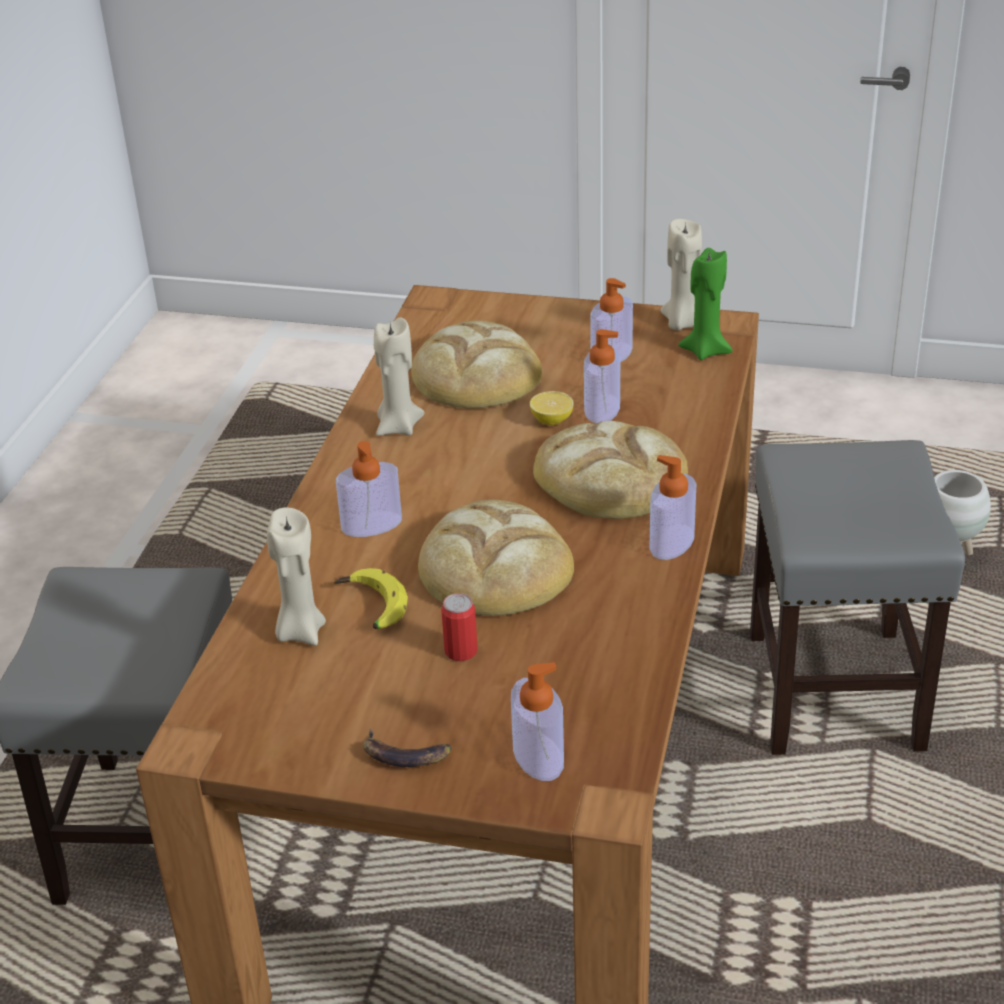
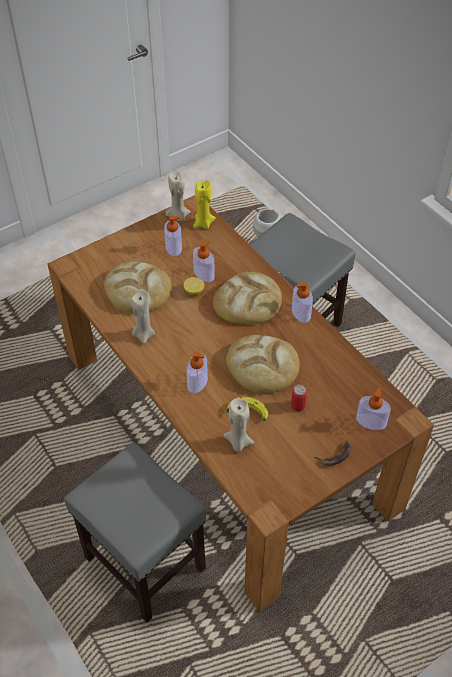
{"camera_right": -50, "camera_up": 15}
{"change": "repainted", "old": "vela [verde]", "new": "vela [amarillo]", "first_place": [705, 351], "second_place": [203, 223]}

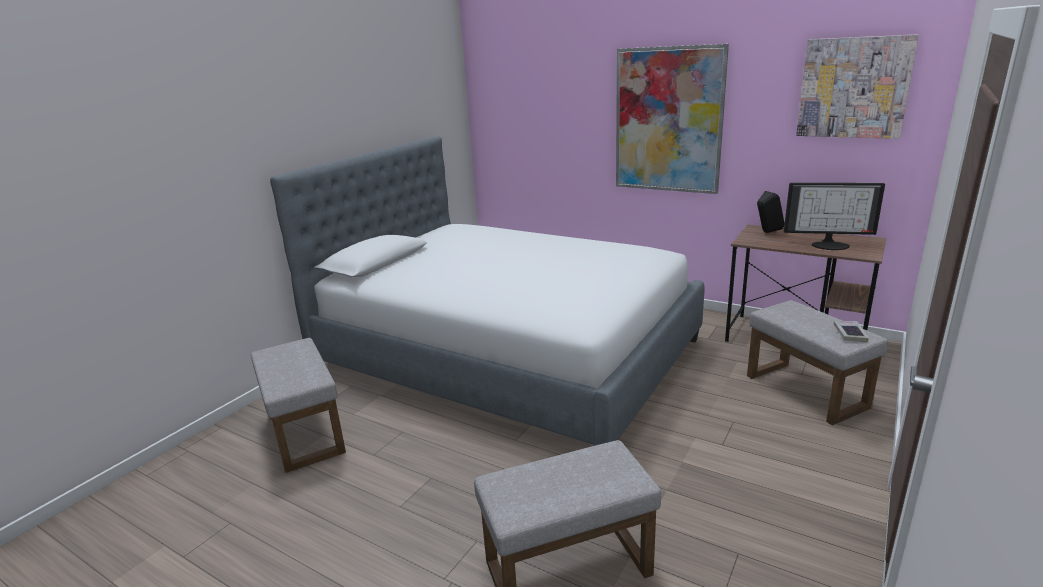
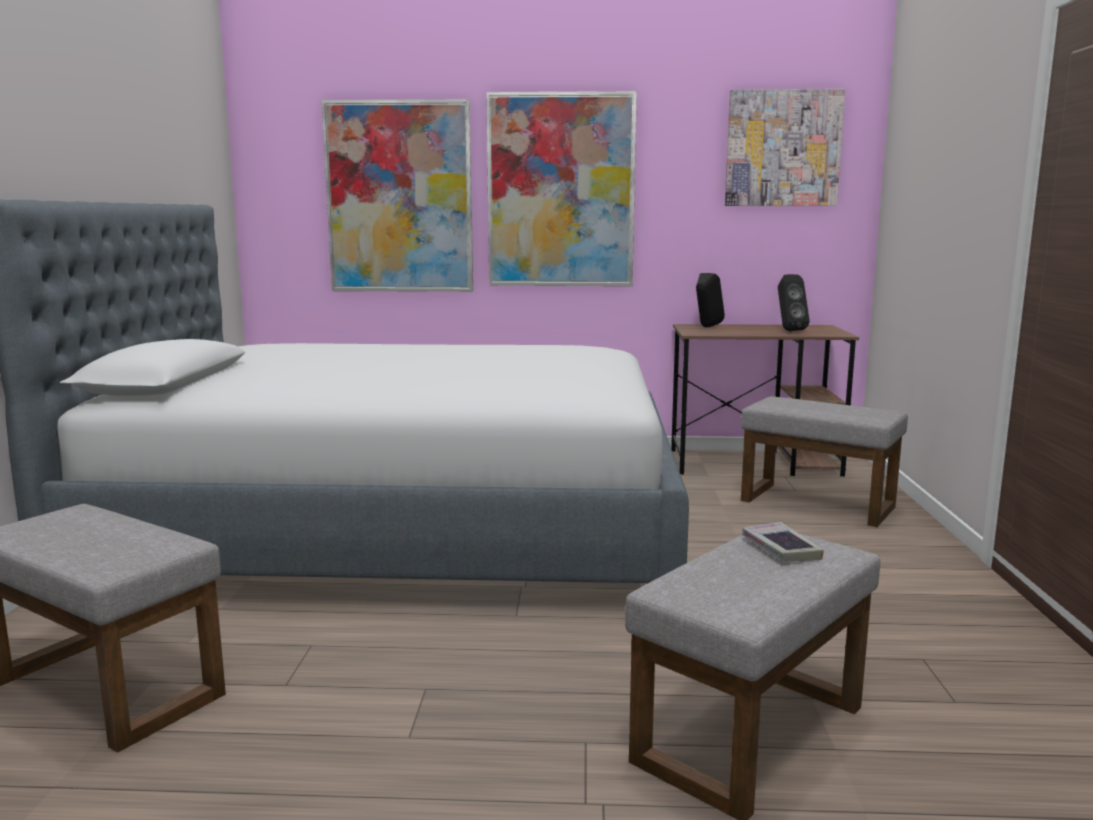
{"camera_right": -30, "camera_up": -10}
{"change": "swapped", "old": "monitor", "new": "altavoz [negro]", "first_place": [830, 244], "second_place": [788, 330]}
{"change": "shifted", "old": "libro", "first_place": [849, 334], "second_place": [780, 549]}
{"change": "new", "new": "cuadro", "second_place": [399, 198]}

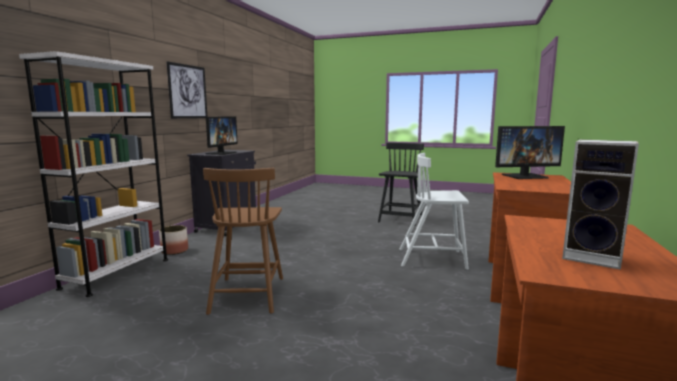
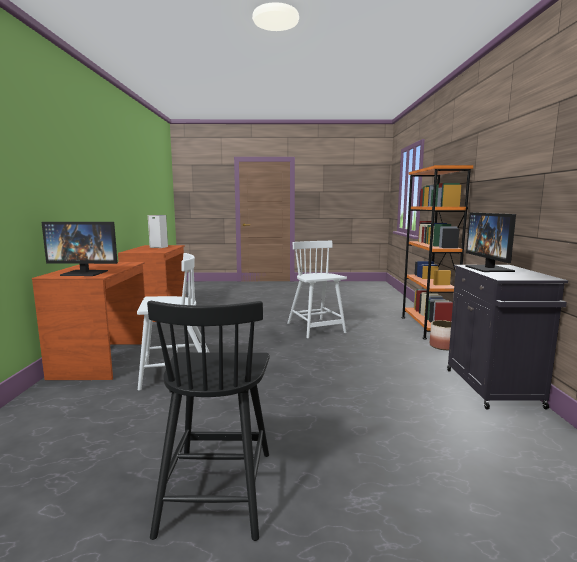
{"camera_right": 160, "camera_up": 0}
{"change": "repainted", "old": "estantería [blanco]", "new": "estantería [naranja]", "first_place": [117, 273], "second_place": [427, 327]}
{"change": "gone", "old": "cuadro", "first_place": [188, 91]}
{"change": "repainted", "old": "silla [marrón]", "new": "silla [blanco]", "first_place": [247, 294], "second_place": [316, 328]}
{"change": "rotated", "old": "monitor", "first_place": [525, 176], "second_place": [85, 273], "degrees": -150}

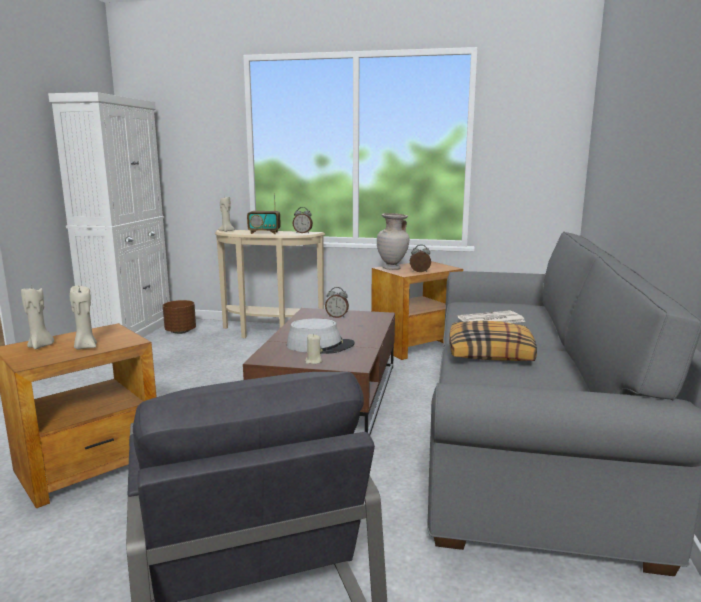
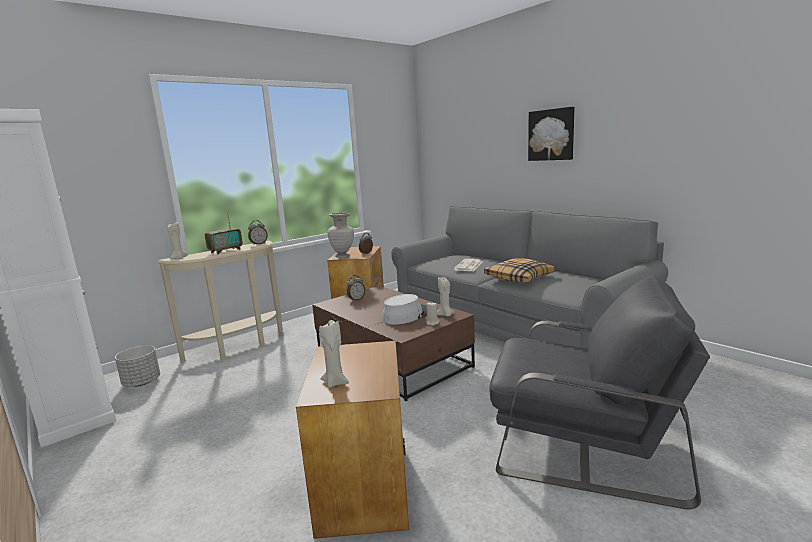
{"camera_right": -50, "camera_up": 0}
{"change": "shifted", "old": "vela [beis]", "first_place": [85, 347], "second_place": [445, 315]}
{"change": "repainted", "old": "maceta [marrón]", "new": "maceta [gris]", "first_place": [180, 331], "second_place": [141, 382]}
{"change": "new", "new": "cuadro", "second_place": [551, 135]}

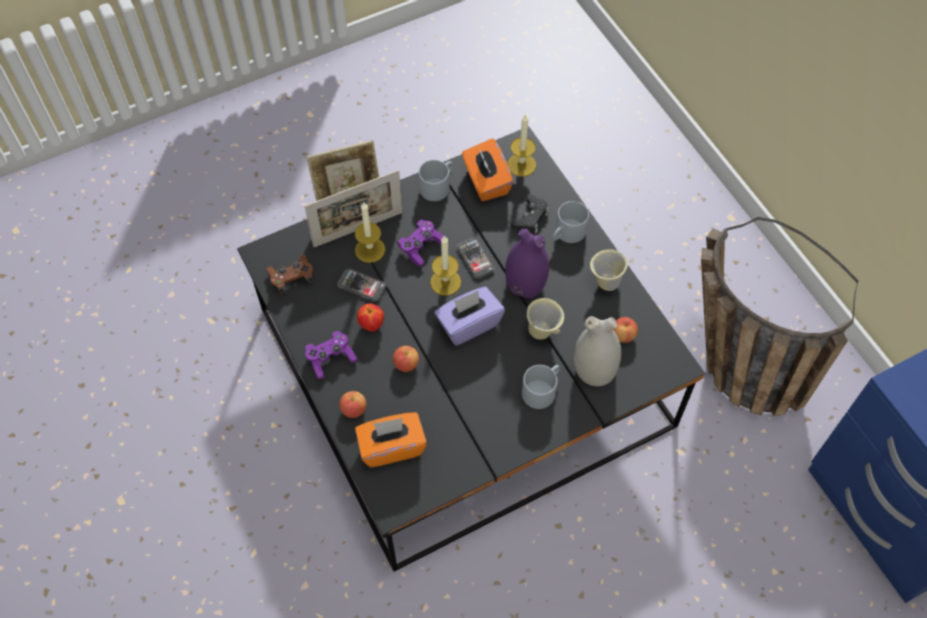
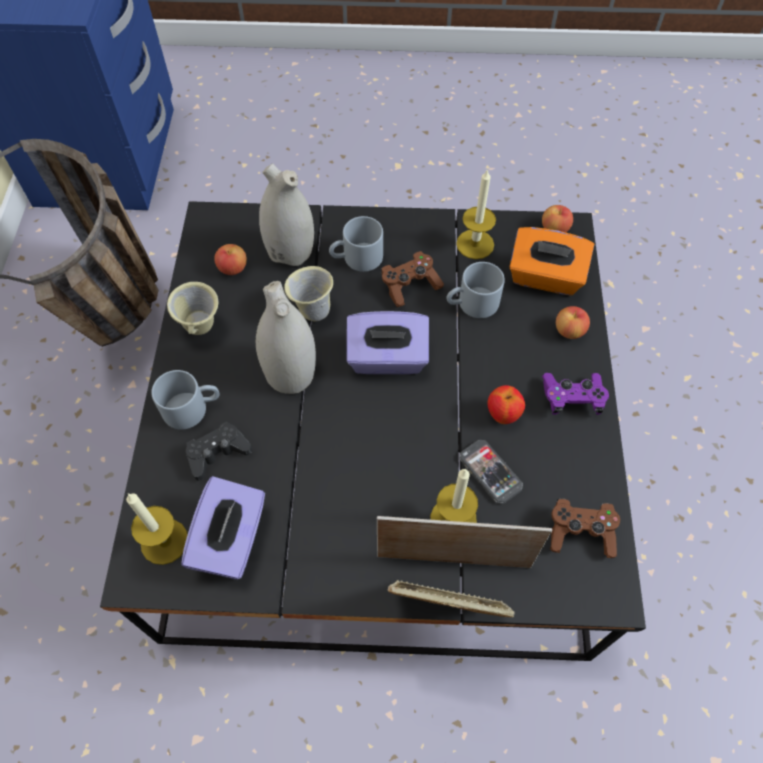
{"camera_right": -150, "camera_up": 0}
{"change": "shifted", "old": "manzana", "first_place": [406, 364], "second_place": [554, 229]}
{"change": "gone", "old": "mando de consola [morado]", "first_place": [421, 247]}
{"change": "shifted", "old": "taza grande [gris]", "first_place": [437, 185], "second_place": [472, 304]}
{"change": "shifted", "old": "vela", "first_place": [445, 282], "second_place": [475, 244]}
{"change": "gone", "old": "móvil", "first_place": [475, 258]}
{"change": "repainted", "old": "caja de pañuelos [naranja]", "new": "caja de pañuelos [morado]", "first_place": [486, 182], "second_place": [232, 540]}
{"change": "repainted", "old": "florero [morado]", "new": "florero [blanco]", "first_place": [525, 284], "second_place": [290, 371]}
{"change": "new", "new": "mando de consola [marrón]", "second_place": [410, 285]}

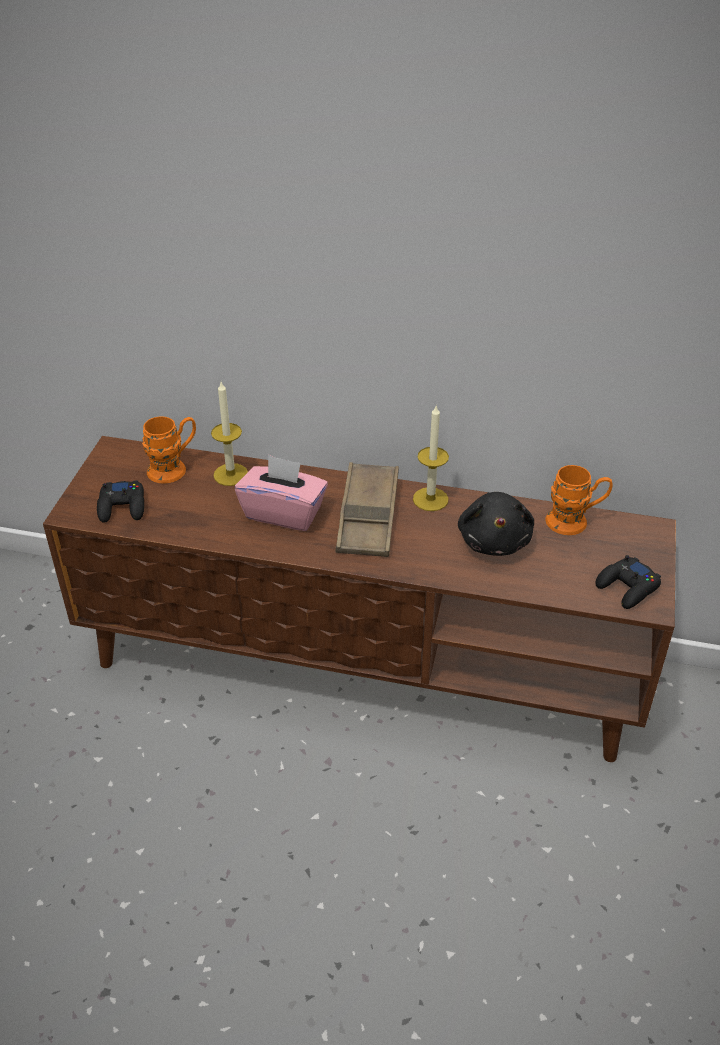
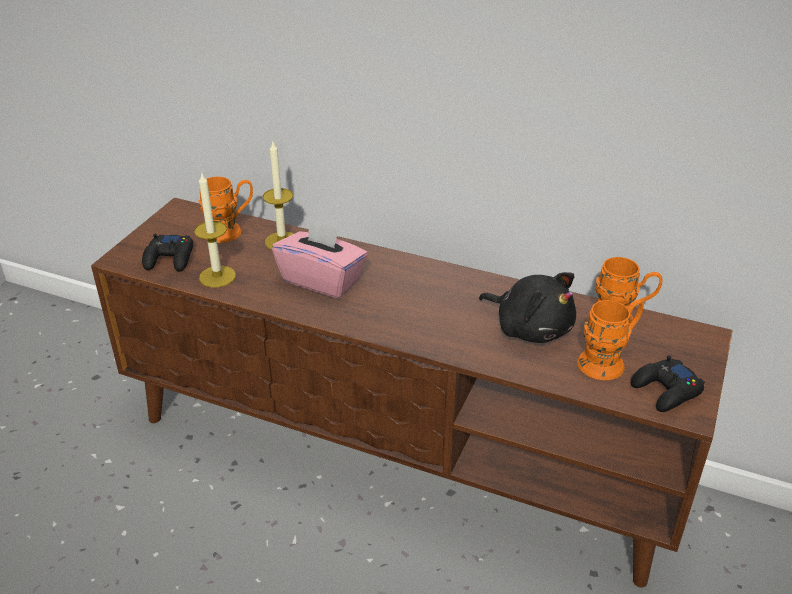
{"camera_right": 10, "camera_up": -5}
{"change": "gone", "old": "bandeja [marrón]", "first_place": [368, 516]}
{"change": "shifted", "old": "vela", "first_place": [430, 499], "second_place": [217, 276]}
{"change": "rotated", "old": "peluche [negro]", "first_place": [494, 540], "second_place": [530, 328], "degrees": -60}
{"change": "new", "new": "taza grande [naranja]", "second_place": [608, 361]}

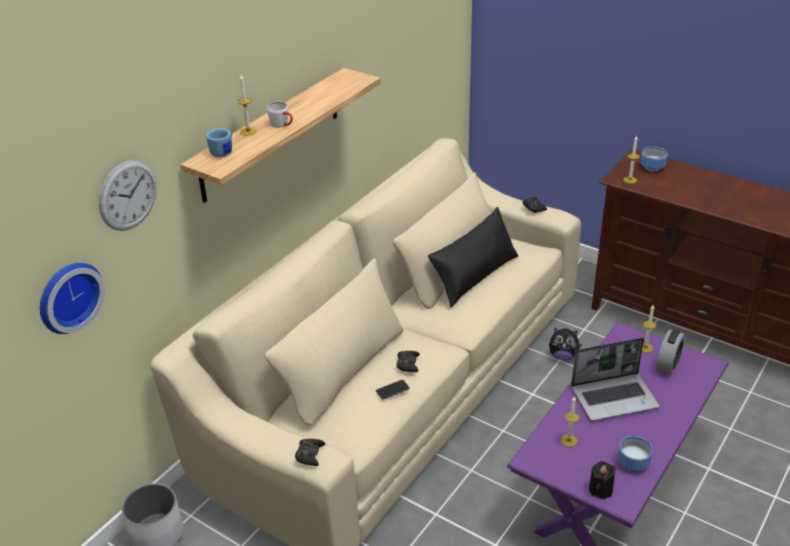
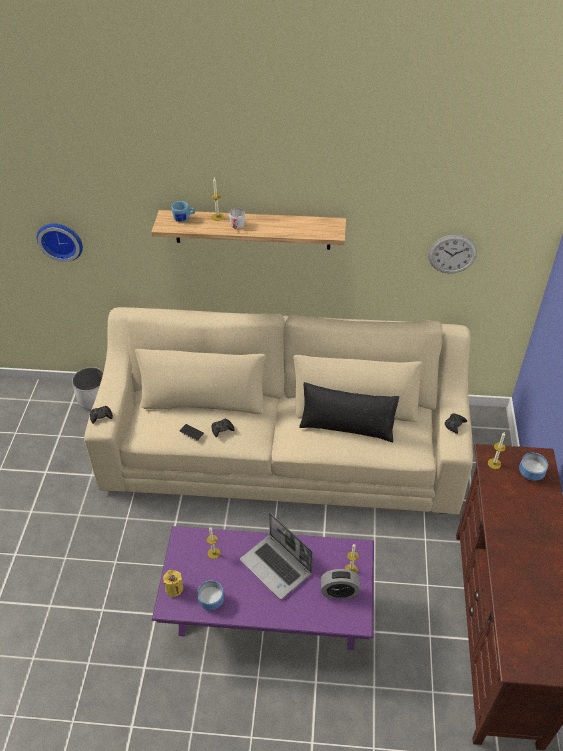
{"camera_right": 60, "camera_up": 10}
{"change": "shifted", "old": "reloj de pared", "first_place": [128, 195], "second_place": [452, 254]}
{"change": "gone", "old": "peluche", "first_place": [563, 356]}
{"change": "repainted", "old": "vela [negro]", "new": "vela [amarillo]", "first_place": [600, 490], "second_place": [174, 588]}

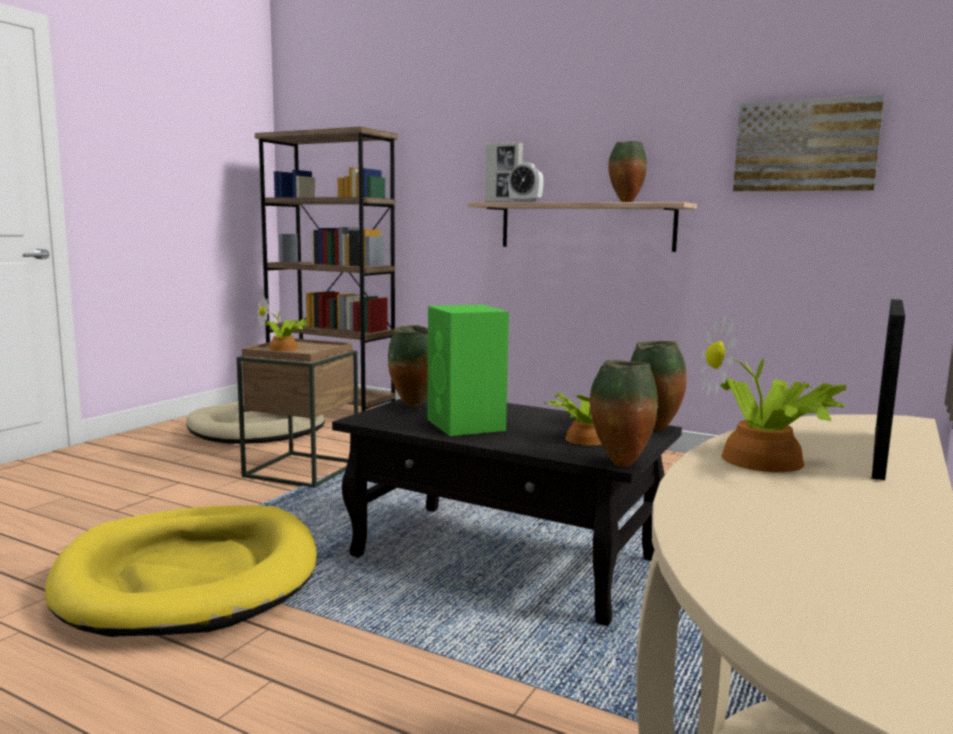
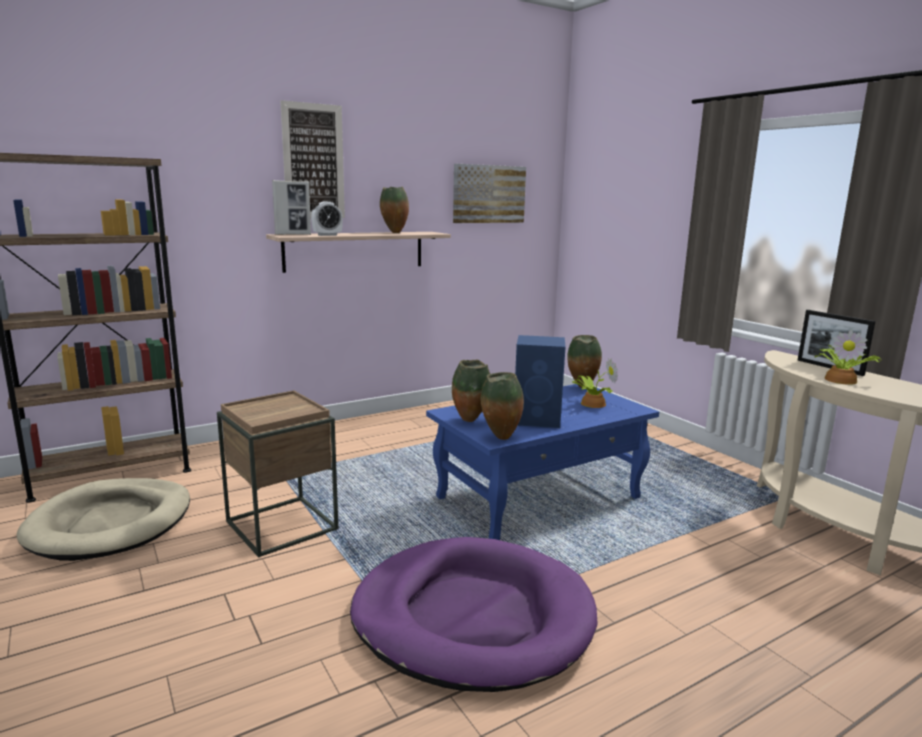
{"camera_right": -60, "camera_up": 5}
{"change": "repainted", "old": "cama para perro [amarillo]", "new": "cama para perro [morado]", "first_place": [190, 576], "second_place": [472, 617]}
{"change": "gone", "old": "planta en maceta", "first_place": [285, 349]}
{"change": "repainted", "old": "mesa de centro [negro]", "new": "mesa de centro [azul]", "first_place": [506, 558], "second_place": [540, 497]}
{"change": "repainted", "old": "altavoz [verde]", "new": "altavoz [azul]", "first_place": [466, 425], "second_place": [538, 419]}
{"change": "shifted", "old": "florero", "first_place": [619, 463], "second_place": [500, 438]}
{"change": "new", "new": "cuadro", "second_place": [313, 161]}

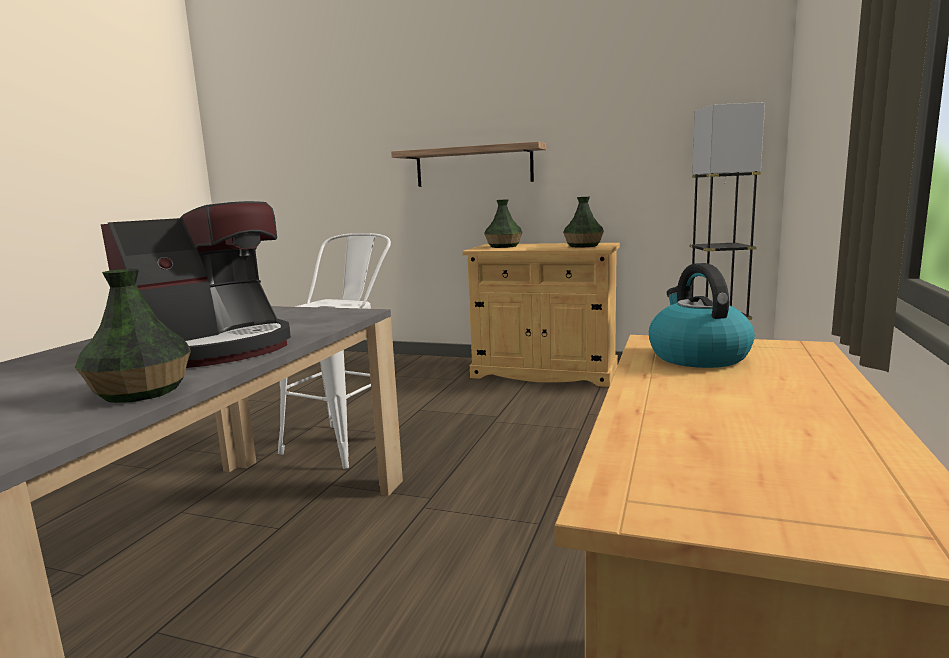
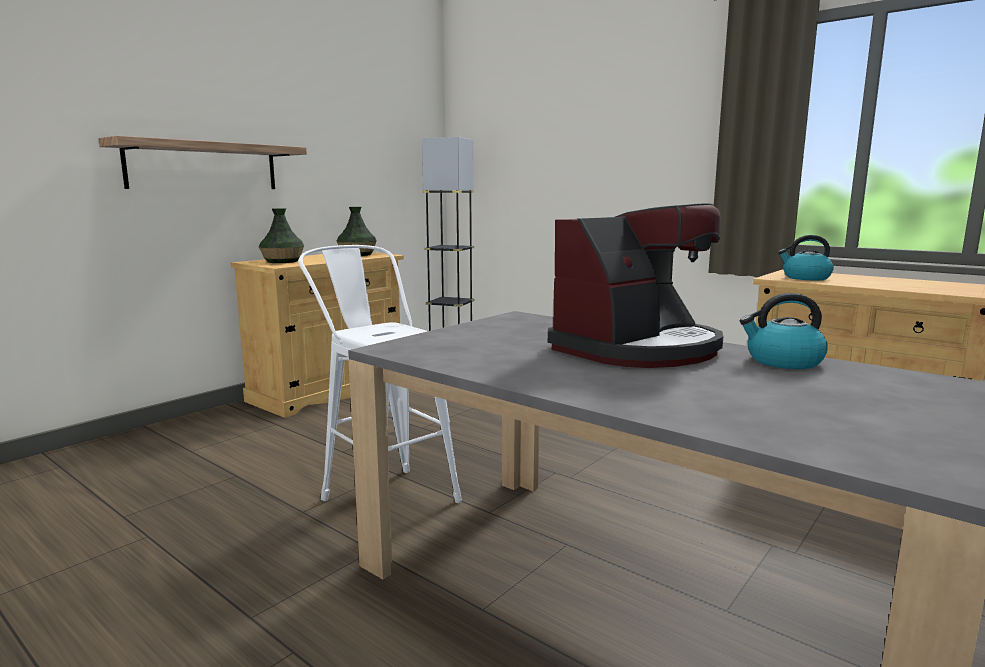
{"camera_right": -70, "camera_up": 0}
{"change": "swapped", "old": "florero", "new": "hervidor", "first_place": [139, 392], "second_place": [783, 361]}
{"change": "rotated", "old": "cafetera", "first_place": [211, 349], "second_place": [637, 349], "degrees": 75}

